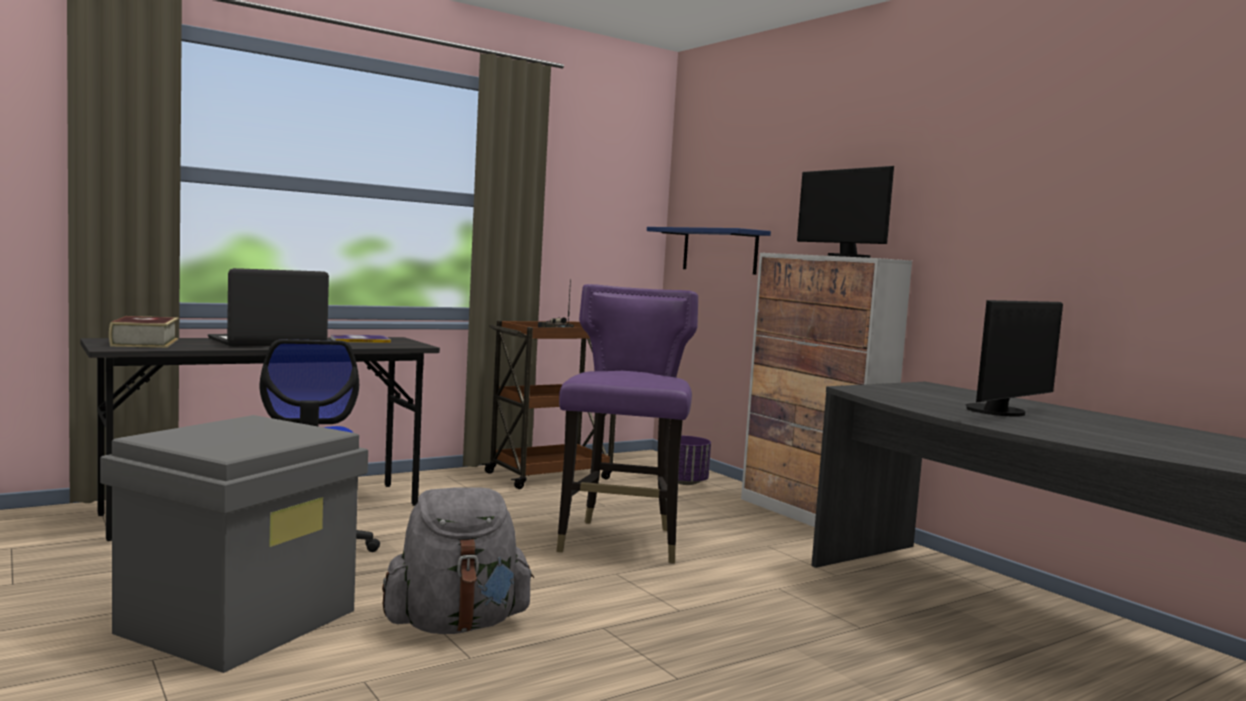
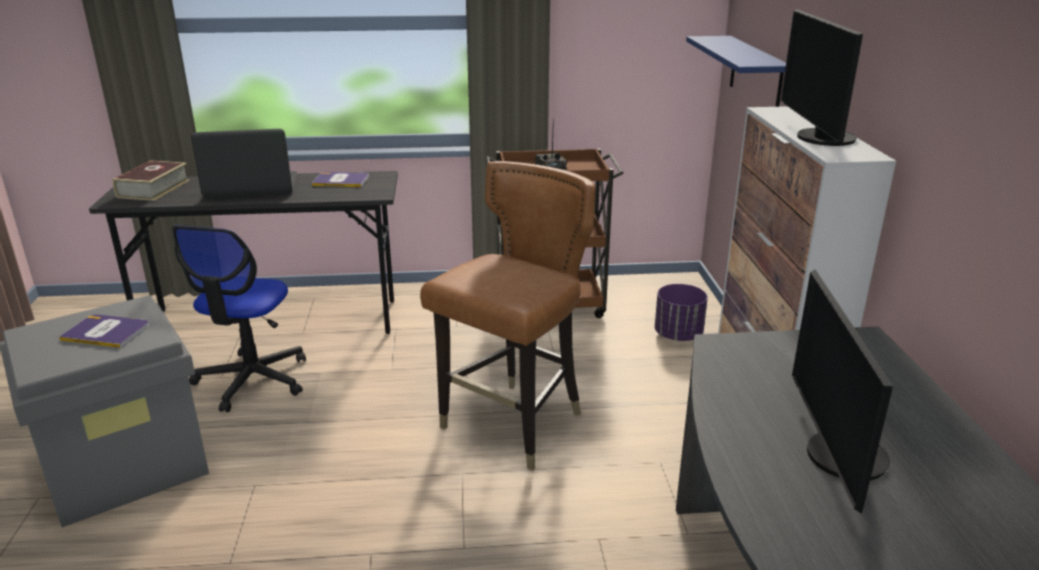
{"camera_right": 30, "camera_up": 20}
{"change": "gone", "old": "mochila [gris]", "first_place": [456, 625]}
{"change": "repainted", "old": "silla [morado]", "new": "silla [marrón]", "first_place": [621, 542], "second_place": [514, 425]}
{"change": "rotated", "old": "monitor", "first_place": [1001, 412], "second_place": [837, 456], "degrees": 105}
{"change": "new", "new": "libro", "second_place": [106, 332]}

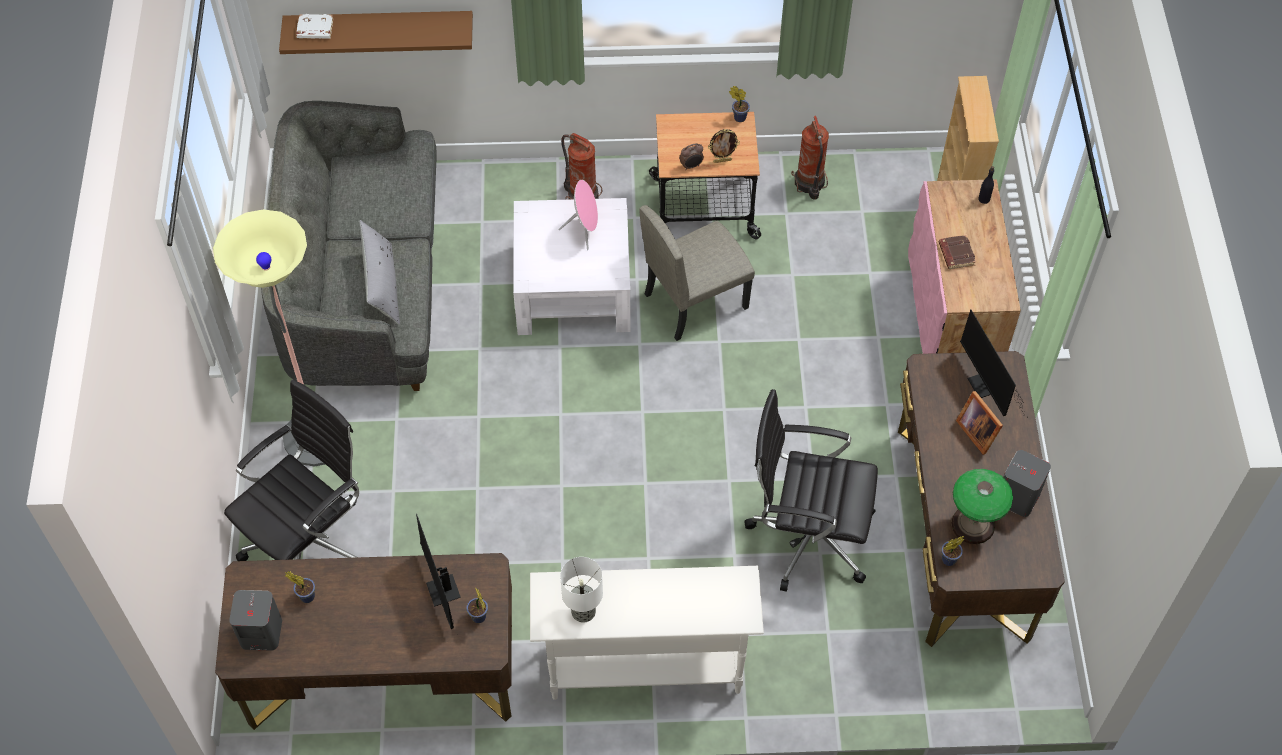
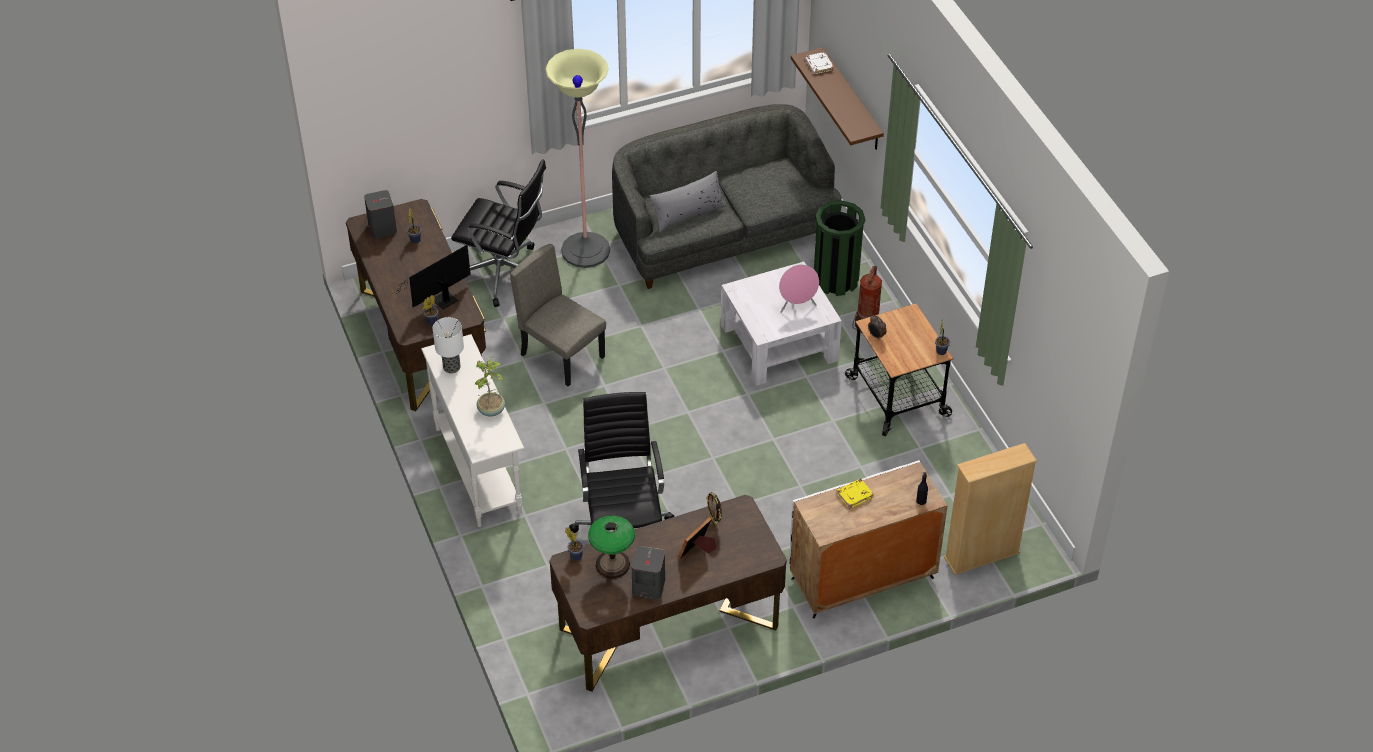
{"camera_right": 70, "camera_up": -10}
{"change": "shifted", "old": "silla [beis]", "first_place": [695, 300], "second_place": [563, 355]}
{"change": "shifted", "old": "portarretratos", "first_place": [722, 160], "second_place": [714, 522]}
{"change": "gone", "old": "extintor", "first_place": [809, 183]}
{"change": "repainted", "old": "armario [rosa]", "new": "armario [blanco]", "first_place": [950, 327], "second_place": [861, 578]}
{"change": "repainted", "old": "libro [marrón]", "new": "libro [amarillo]", "first_place": [955, 254], "second_place": [854, 495]}
{"change": "gone", "old": "monitor", "first_place": [985, 389]}
{"change": "new", "new": "planta en maceta", "second_place": [492, 410]}
{"change": "new", "new": "papelera [verde]", "second_place": [836, 279]}

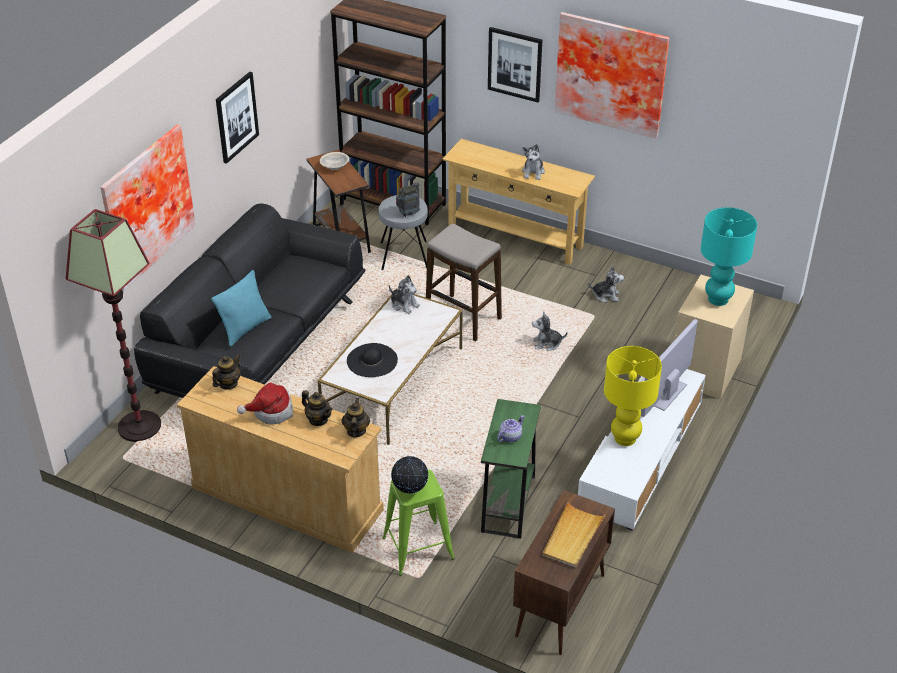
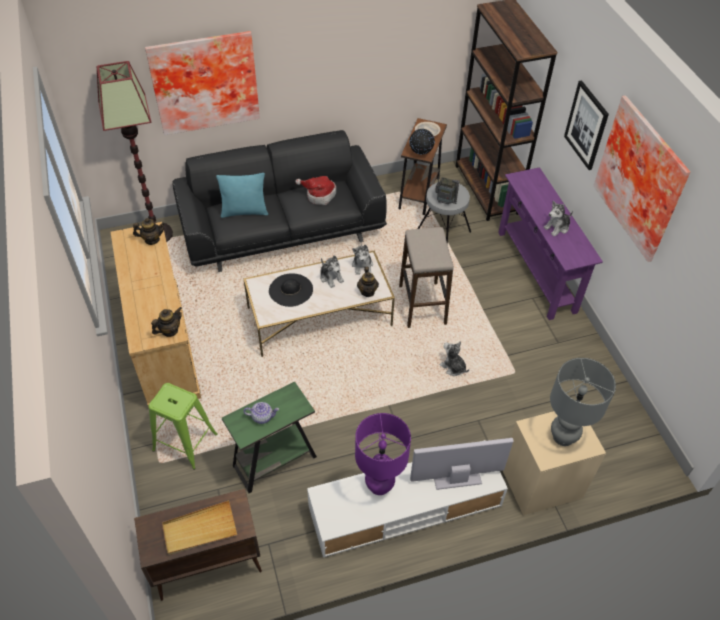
{"camera_right": 45, "camera_up": 10}
{"change": "gone", "old": "cuadro", "first_place": [236, 117]}
{"change": "shifted", "old": "sombrero", "first_place": [271, 412], "second_place": [319, 195]}
{"change": "shifted", "old": "tetera", "first_place": [318, 420], "second_place": [367, 291]}
{"change": "shifted", "old": "globo terráqueo", "first_place": [410, 491], "second_place": [420, 154]}
{"change": "repainted", "old": "mesa consola [beis]", "new": "mesa consola [morado]", "first_place": [515, 237], "second_place": [536, 271]}
{"change": "shifted", "old": "peluche", "first_place": [606, 295], "second_place": [331, 277]}
{"change": "repainted", "old": "lámpara de mesa [amarillo]", "new": "lámpara de mesa [morado]", "first_place": [625, 438], "second_place": [379, 485]}
{"change": "repainted", "old": "lámpara de mesa [turquesa]", "new": "lámpara de mesa [gris]", "first_place": [718, 299], "second_place": [563, 437]}

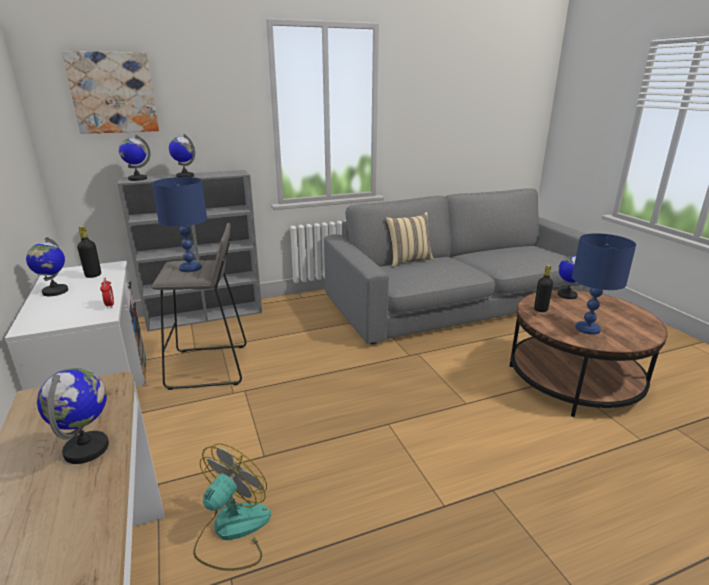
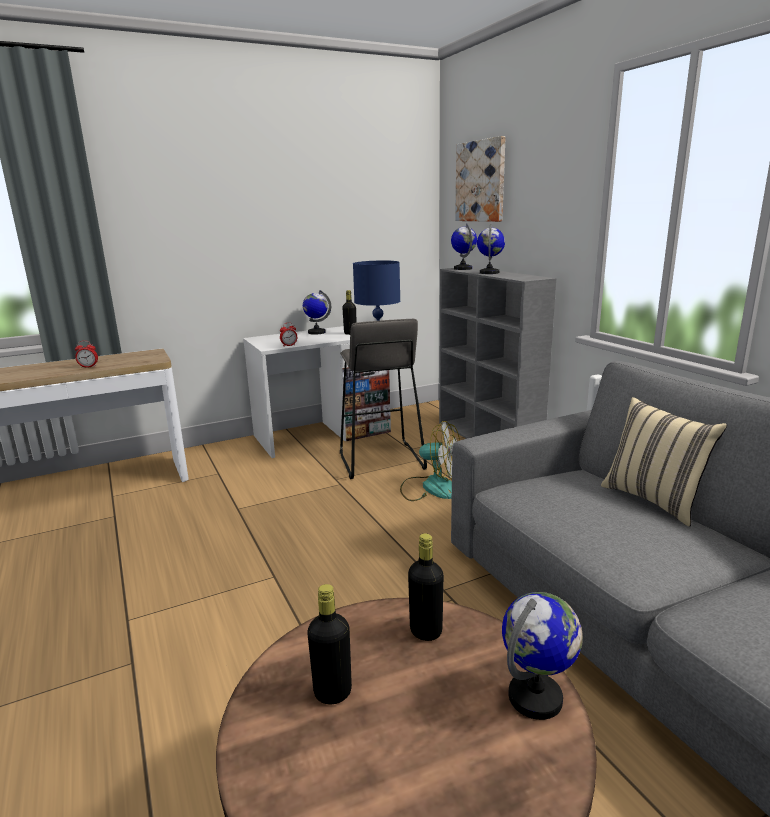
{"camera_right": 85, "camera_up": -5}
{"change": "swapped", "old": "globo terráqueo", "new": "despertador", "first_place": [87, 449], "second_place": [88, 367]}
{"change": "shifted", "old": "ventilador", "first_place": [232, 531], "second_place": [430, 487]}
{"change": "swapped", "old": "lámpara de mesa [azul]", "new": "botella [negro]", "first_place": [587, 329], "second_place": [332, 692]}

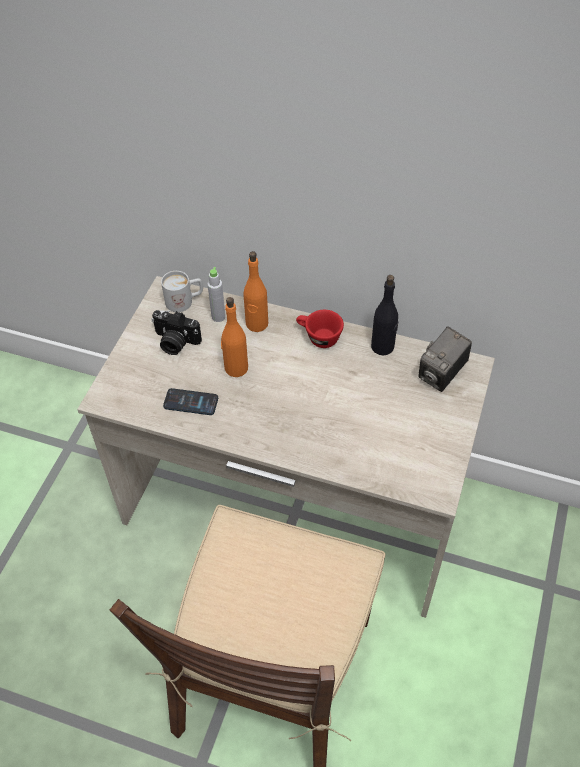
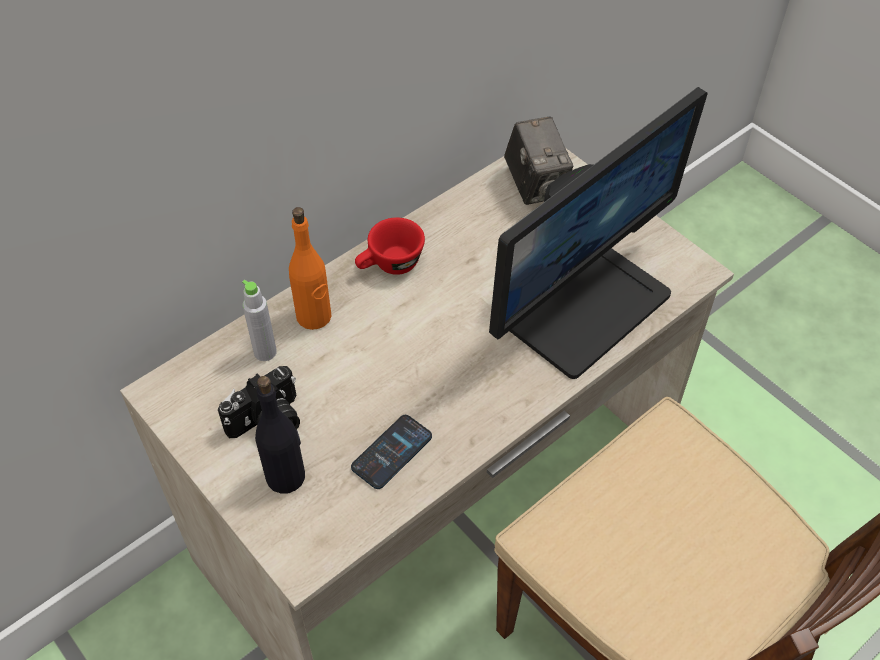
{"camera_right": -60, "camera_up": 0}
{"change": "gone", "old": "taza grande [blanco]", "first_place": [185, 301]}
{"change": "gone", "old": "botella [naranja]", "first_place": [236, 368]}
{"change": "shifted", "old": "botella [negro]", "first_place": [383, 347], "second_place": [286, 476]}
{"change": "new", "new": "monitor", "second_place": [584, 305]}

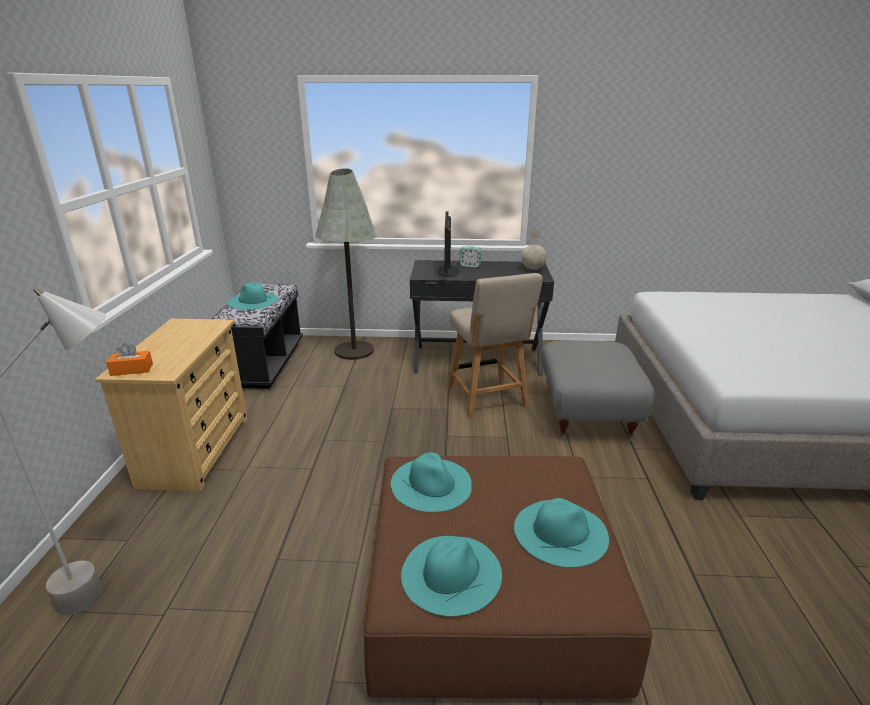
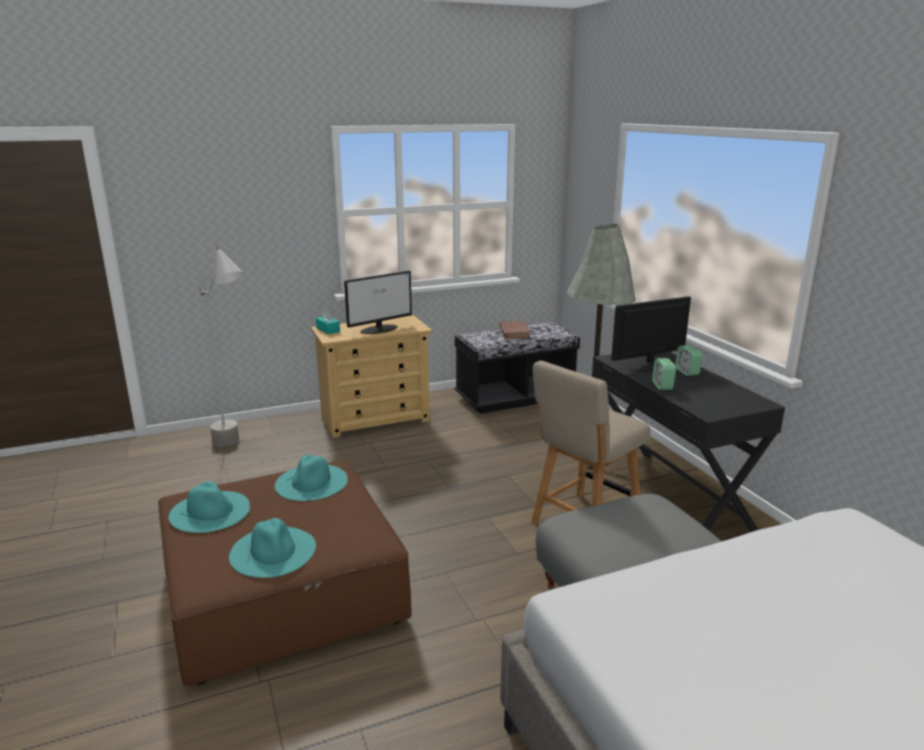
{"camera_right": 65, "camera_up": -5}
{"change": "repainted", "old": "caja de pañuelos [naranja]", "new": "caja de pañuelos [turquesa]", "first_place": [132, 370], "second_place": [328, 330]}
{"change": "swapped", "old": "sombrero [turquesa]", "new": "libro [marrón]", "first_place": [253, 300], "second_place": [514, 332]}
{"change": "gone", "old": "globo terráqueo", "first_place": [533, 269]}
{"change": "new", "new": "monitor", "second_place": [380, 329]}
{"change": "new", "new": "despertador", "second_place": [662, 386]}

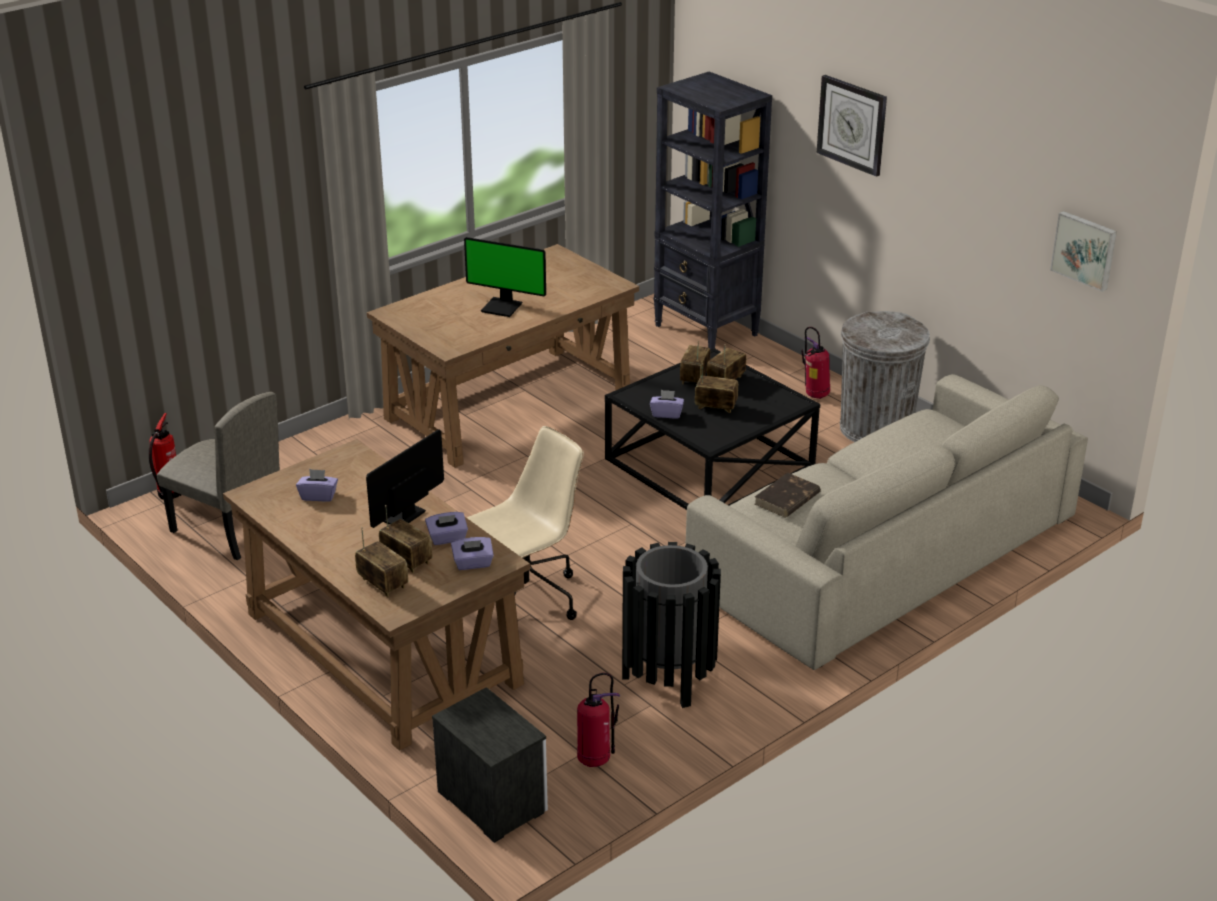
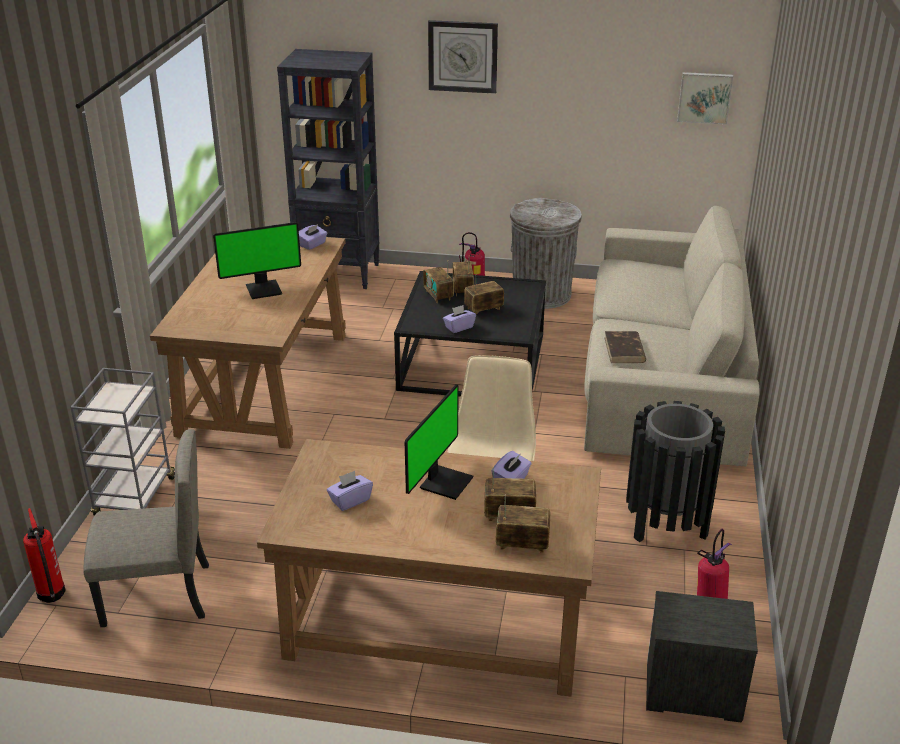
{"camera_right": -40, "camera_up": 0}
{"change": "rotated", "old": "monitor", "first_place": [399, 515], "second_place": [444, 482], "degrees": -150}
{"change": "shifted", "old": "caja de pañuelos [morado]", "first_place": [473, 564], "second_place": [312, 245]}
{"change": "new", "new": "carrito [gris]", "second_place": [134, 498]}

